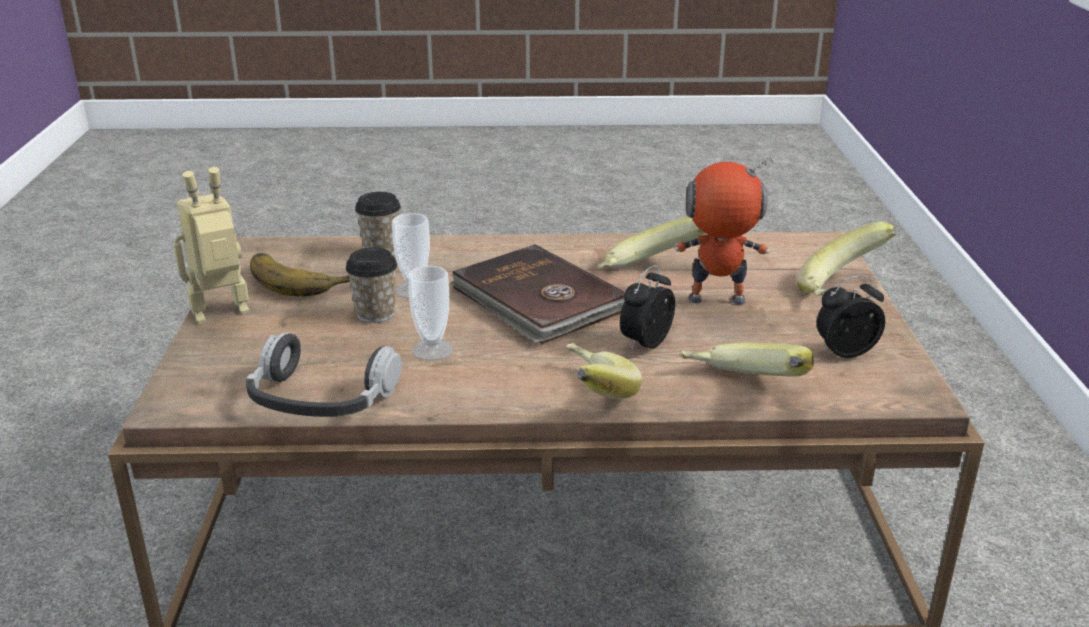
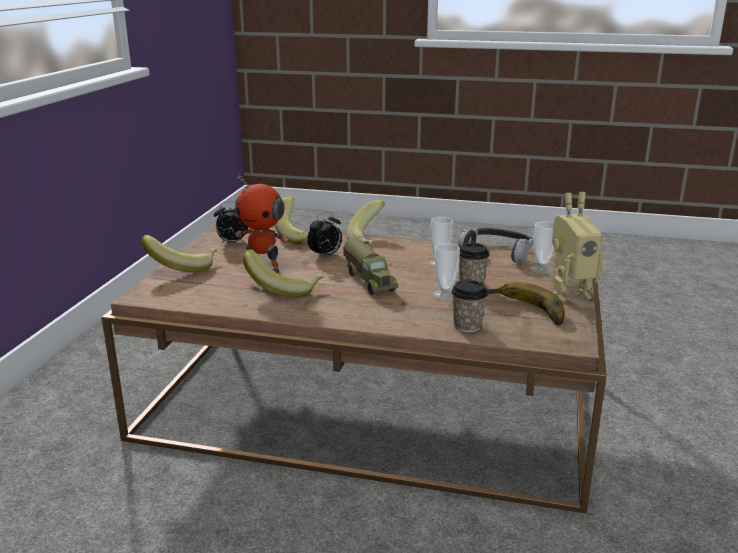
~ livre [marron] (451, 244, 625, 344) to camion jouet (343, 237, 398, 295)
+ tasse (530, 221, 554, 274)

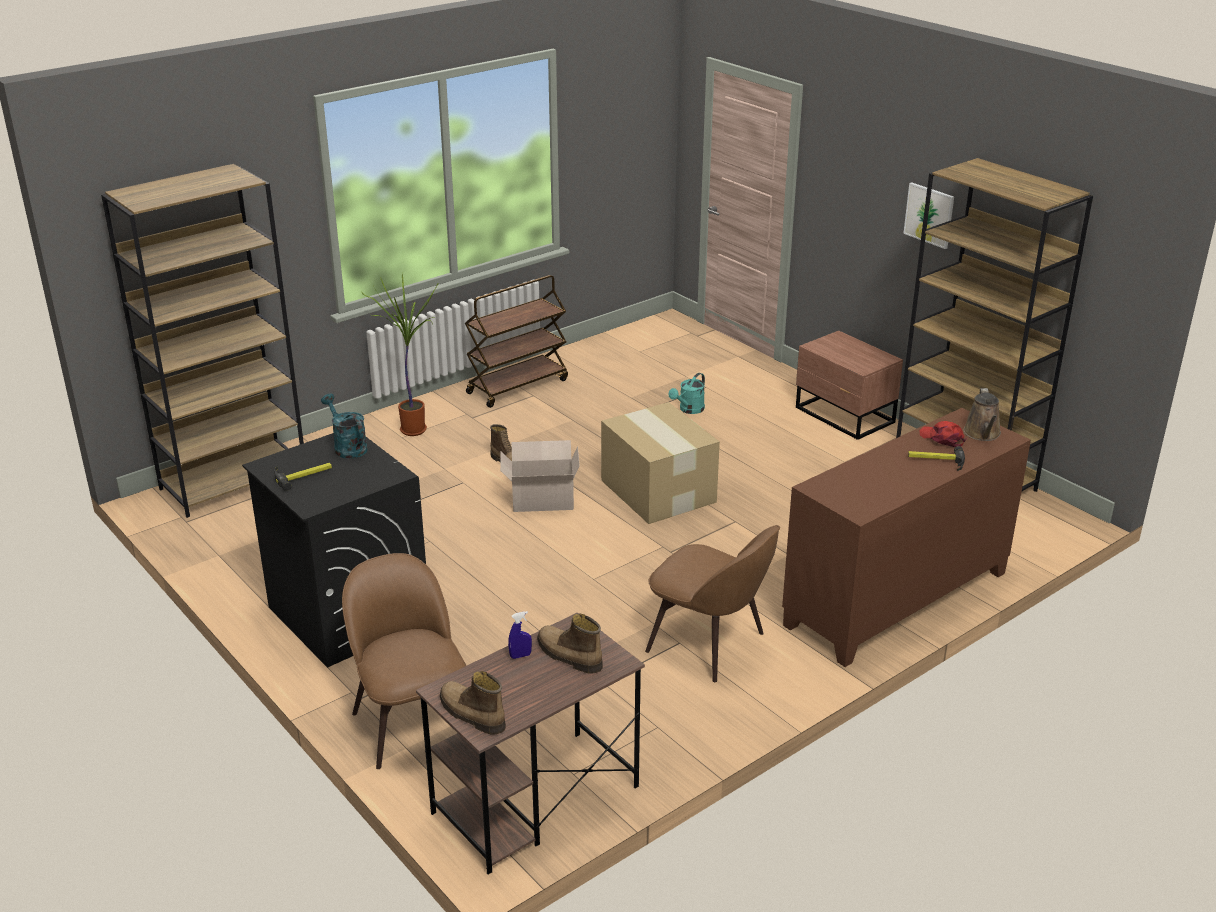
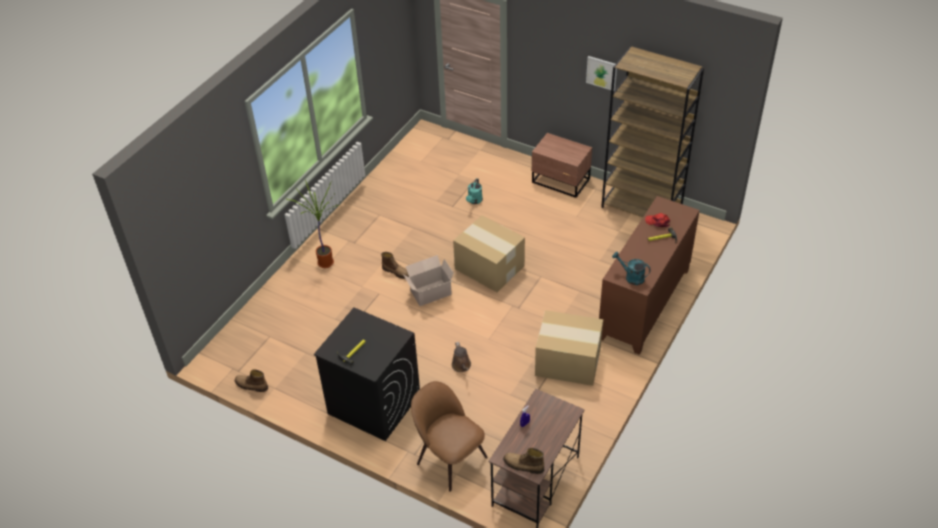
- bibliothèque [marron] (101, 164, 304, 518)
- chariot [marron] (465, 275, 568, 408)
~ arrosoir [marron] (963, 388, 1001, 441) to (451, 342, 471, 372)
~ arrosoir [turquoise] (321, 394, 368, 459) to (612, 252, 651, 285)
~ chaise [marron] (645, 525, 780, 682) to carton (535, 310, 603, 386)
~ botte (537, 614, 603, 674) to (235, 369, 268, 392)

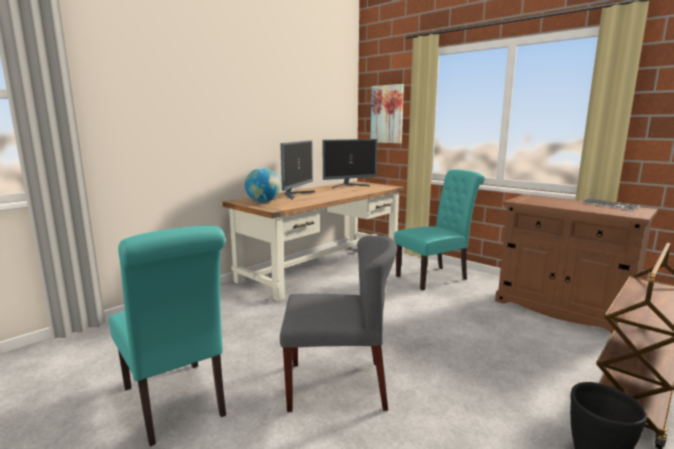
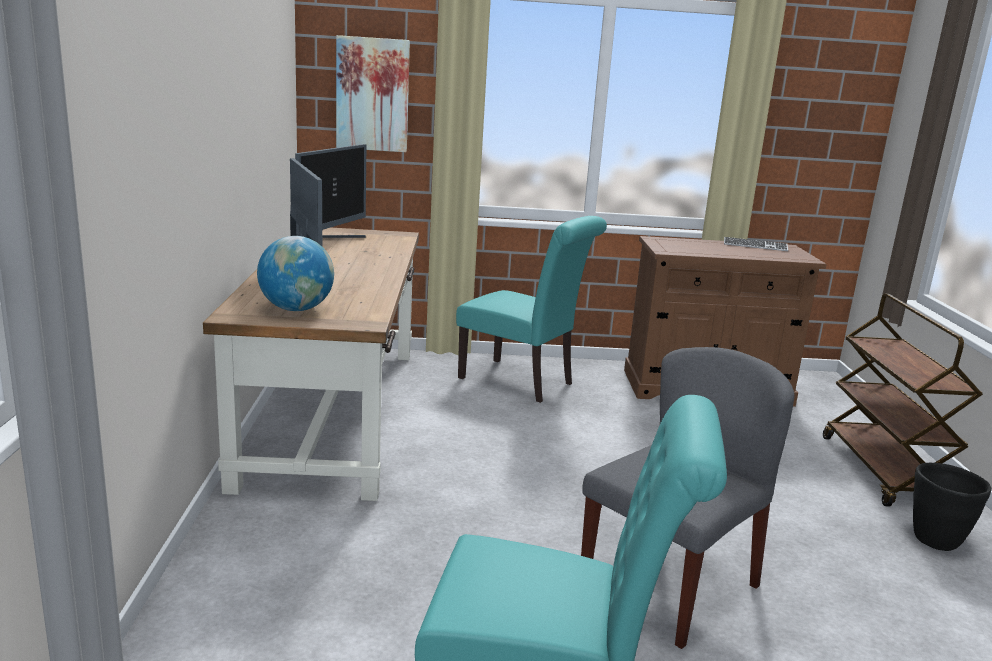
~ chaise [turquoise] (394, 169, 485, 291) = (456, 216, 607, 403) 105 degrees clockwise

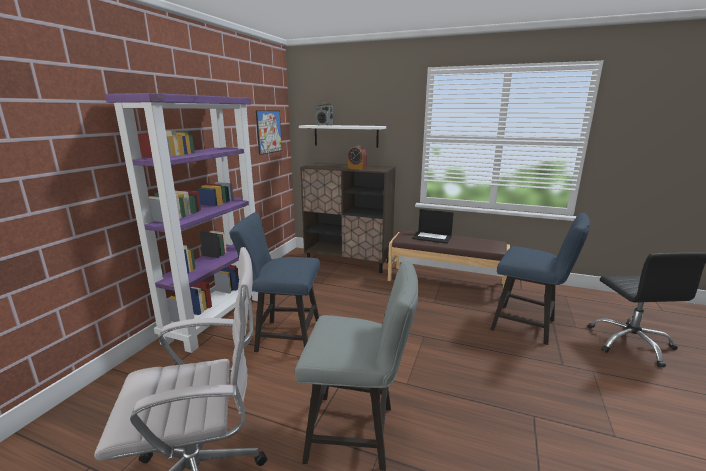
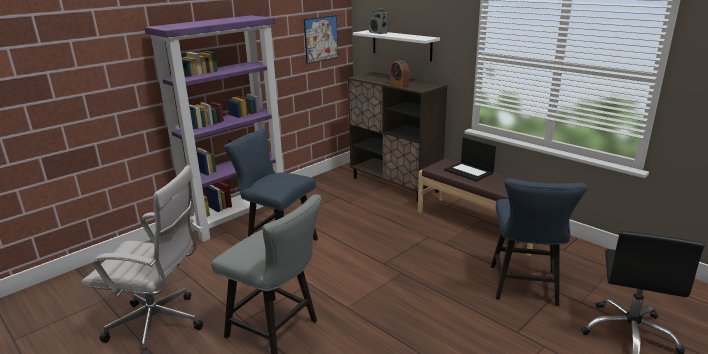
~ chaise [bleu] (490, 213, 590, 345) = (491, 178, 587, 306) 45 degrees clockwise

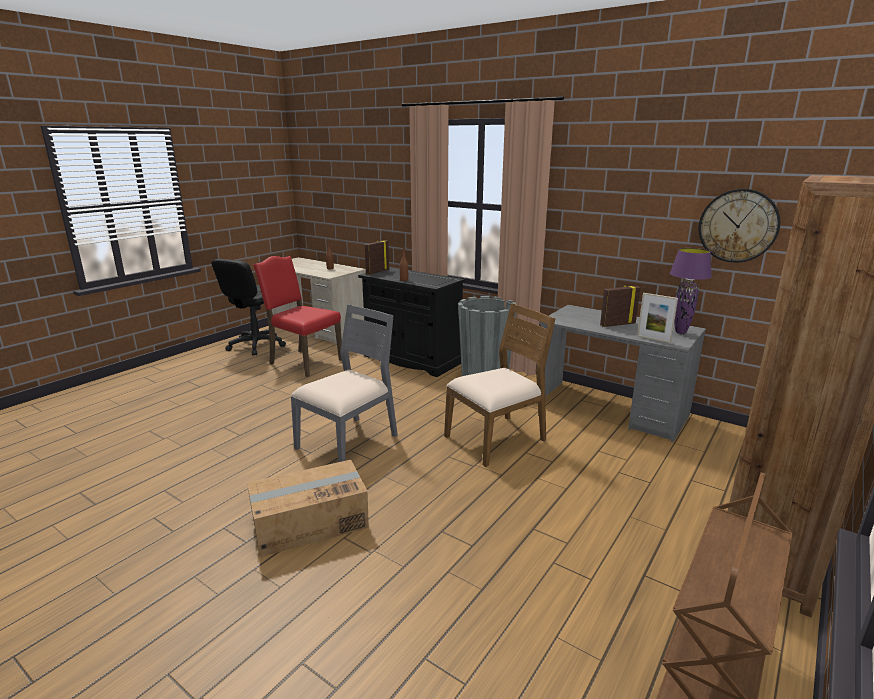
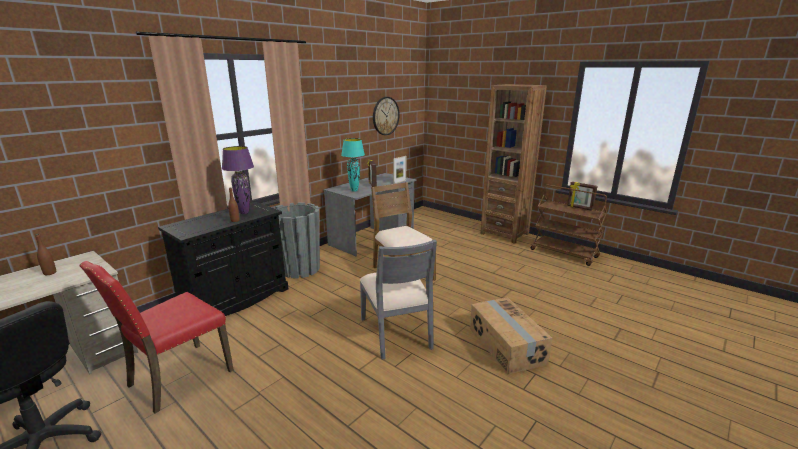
~ cadre photo (365, 240, 389, 275) to (567, 182, 597, 211)
~ lampe de table [violet] (670, 248, 712, 334) to (222, 146, 254, 214)
~ chaise [gris] (291, 304, 398, 462) = (360, 240, 437, 360) 150 degrees counterclockwise
+ lampe de table [turquoise] (341, 138, 365, 192)

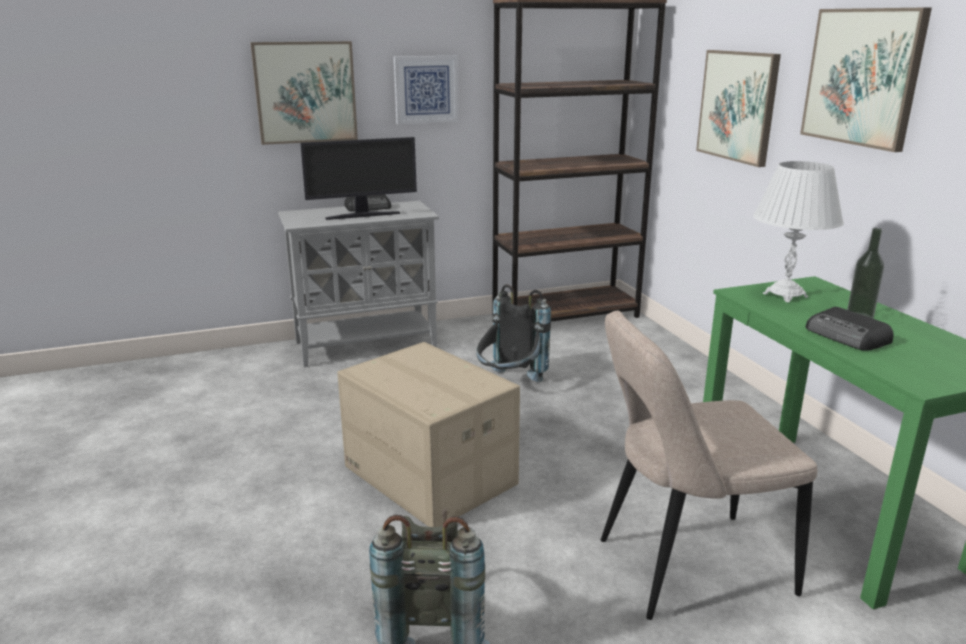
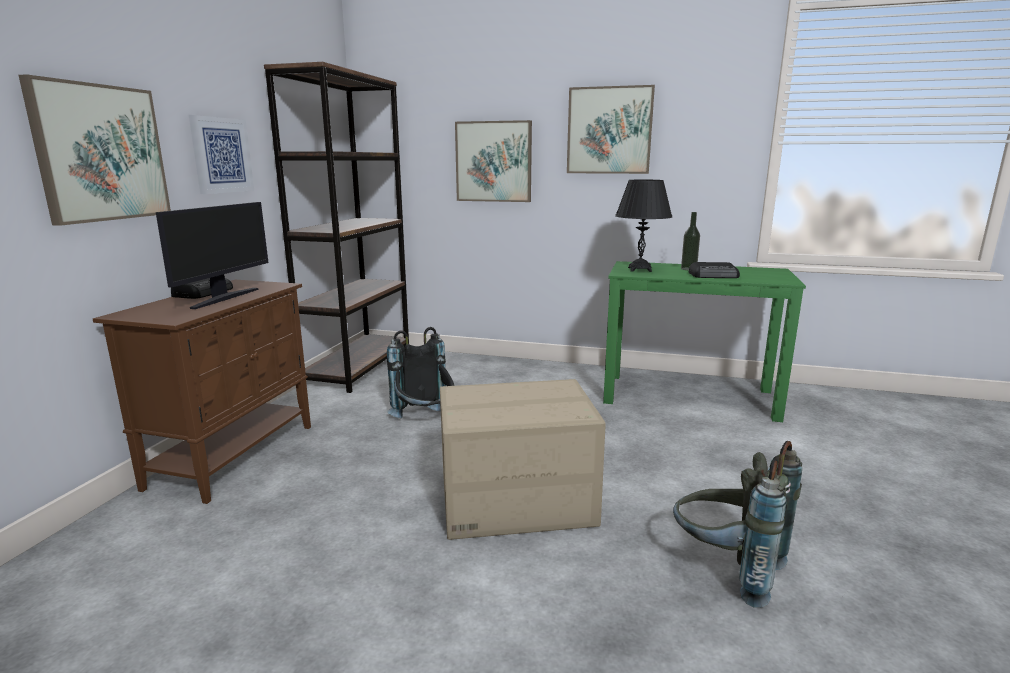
~ lampe de table [blanc] (753, 161, 844, 303) to lampe de table [noir] (615, 180, 672, 272)
~ meuble de rangement [gris] (278, 201, 439, 367) to meuble de rangement [marron] (93, 280, 311, 504)
- chaise [beige] (601, 311, 817, 620)

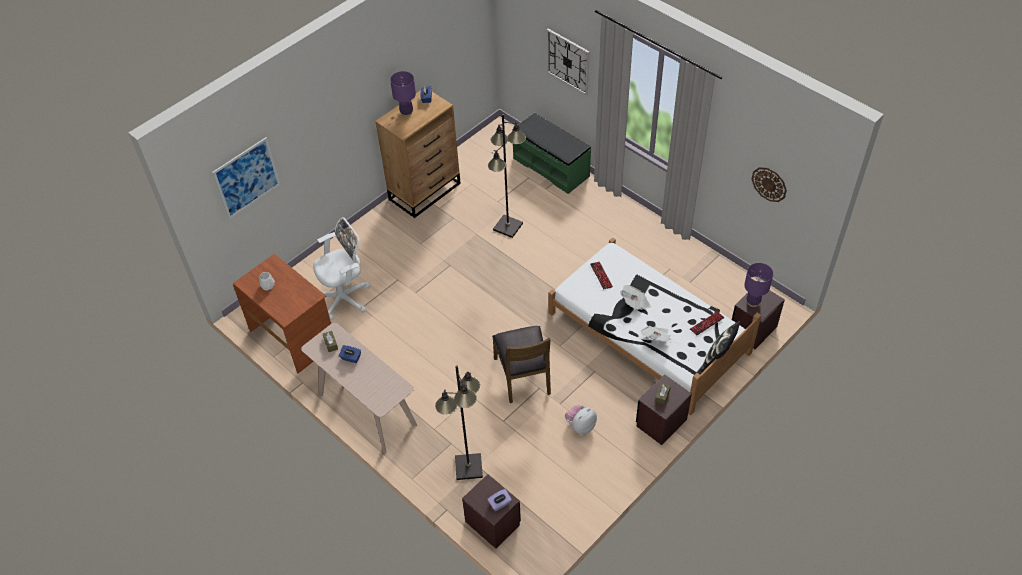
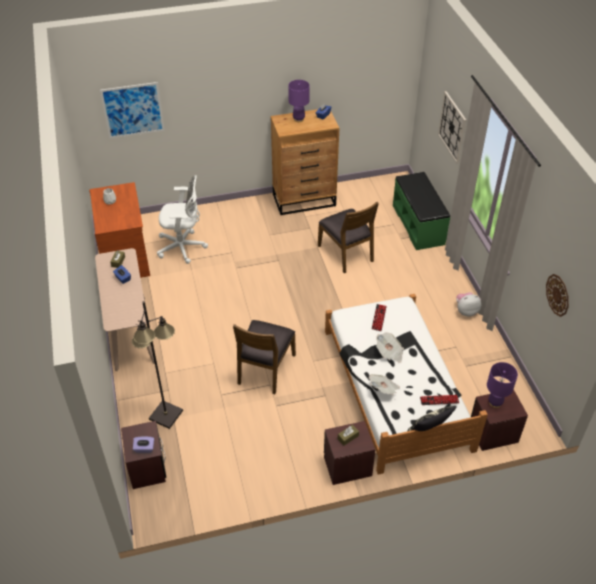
~ lampadaire [noir] (488, 114, 526, 238) to chaise [marron] (318, 202, 379, 273)
~ peluche (565, 405, 597, 434) to (456, 292, 481, 317)

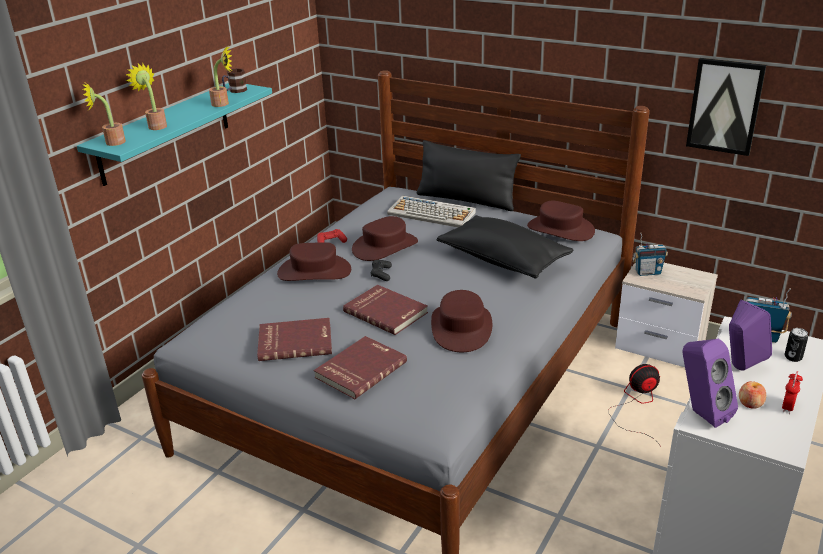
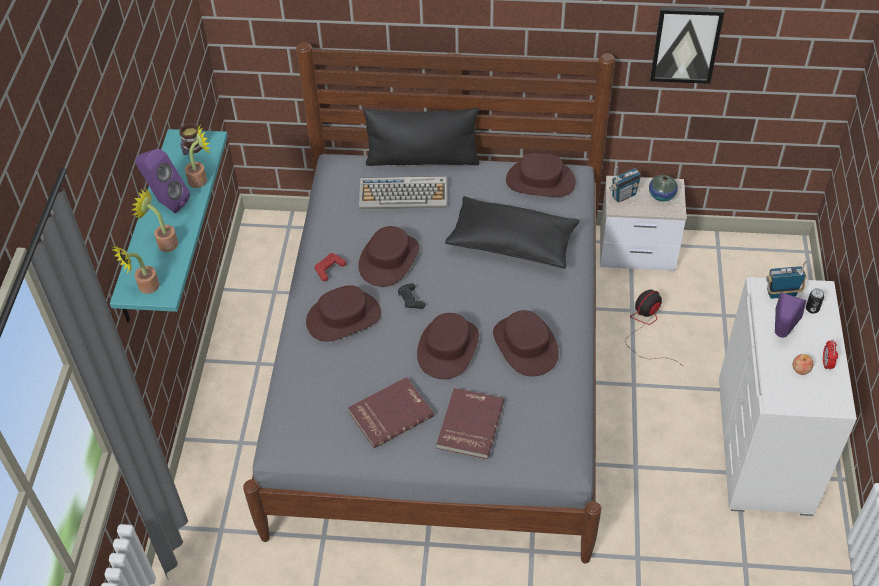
~ livre [rouge] (343, 285, 428, 335) to chapeau [marron] (417, 313, 479, 379)
~ enceinte [violet] (683, 339, 738, 428) to (135, 149, 190, 213)
+ vase (649, 175, 678, 201)

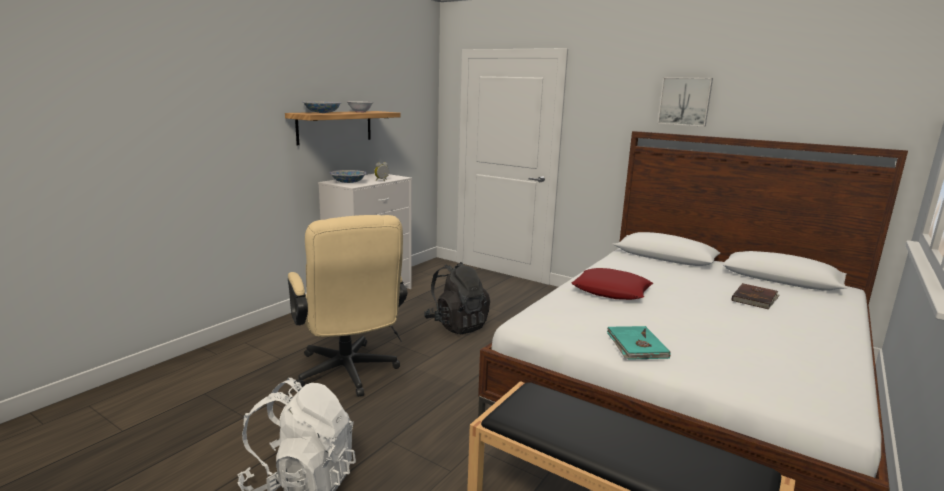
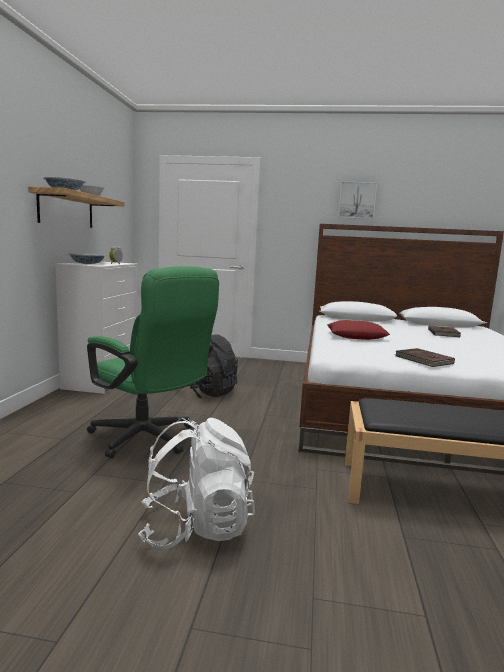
~ chaise de bureau [beige] (288, 215, 407, 397) to chaise de bureau [vert] (87, 266, 219, 458)
~ livre [turquoise] (607, 326, 671, 360) to livre [marron] (395, 348, 455, 367)

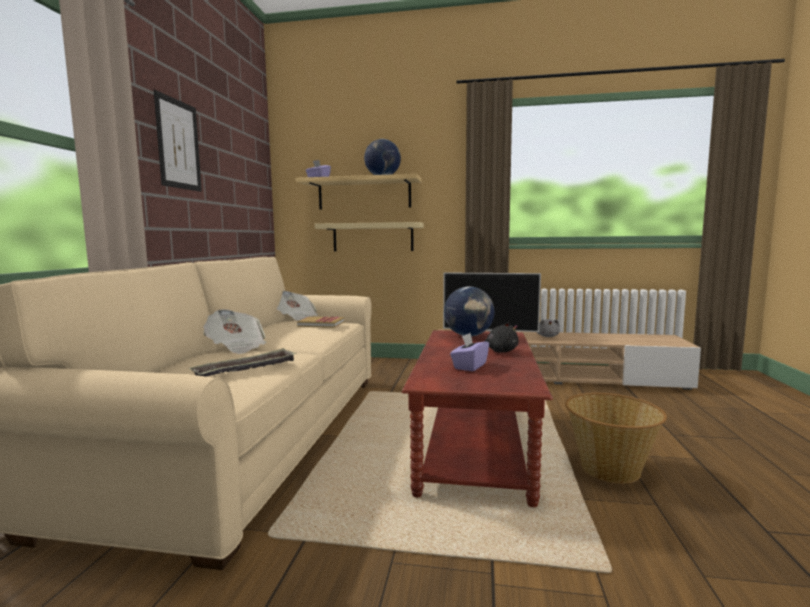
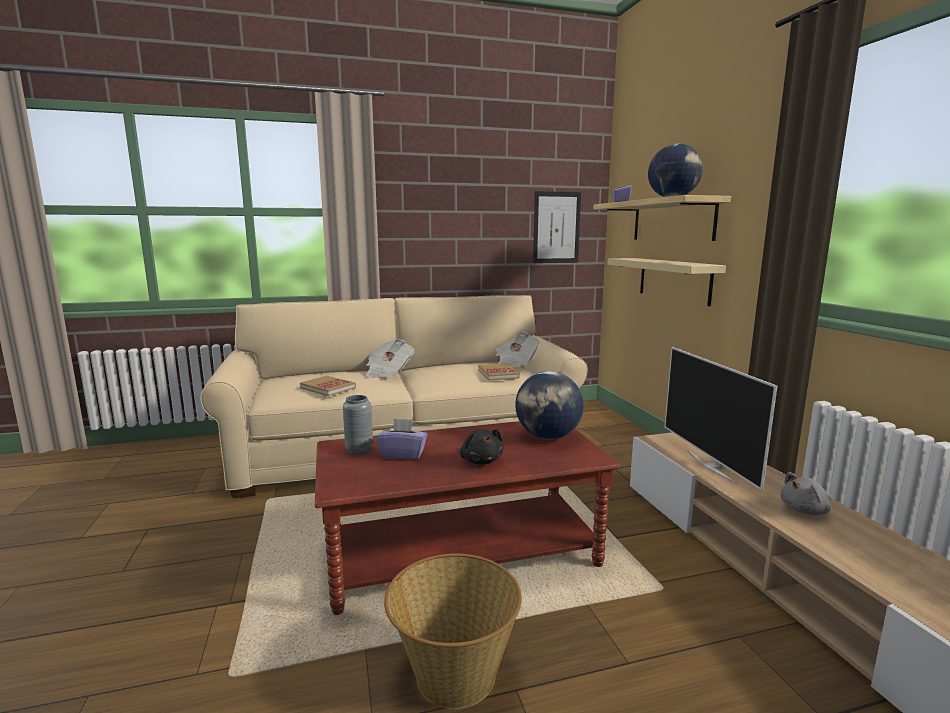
~ tableau (154, 90, 202, 192) to (533, 191, 581, 263)
~ plateau (189, 348, 296, 377) to livre (300, 376, 356, 396)
+ vase [gris] (343, 395, 373, 454)

